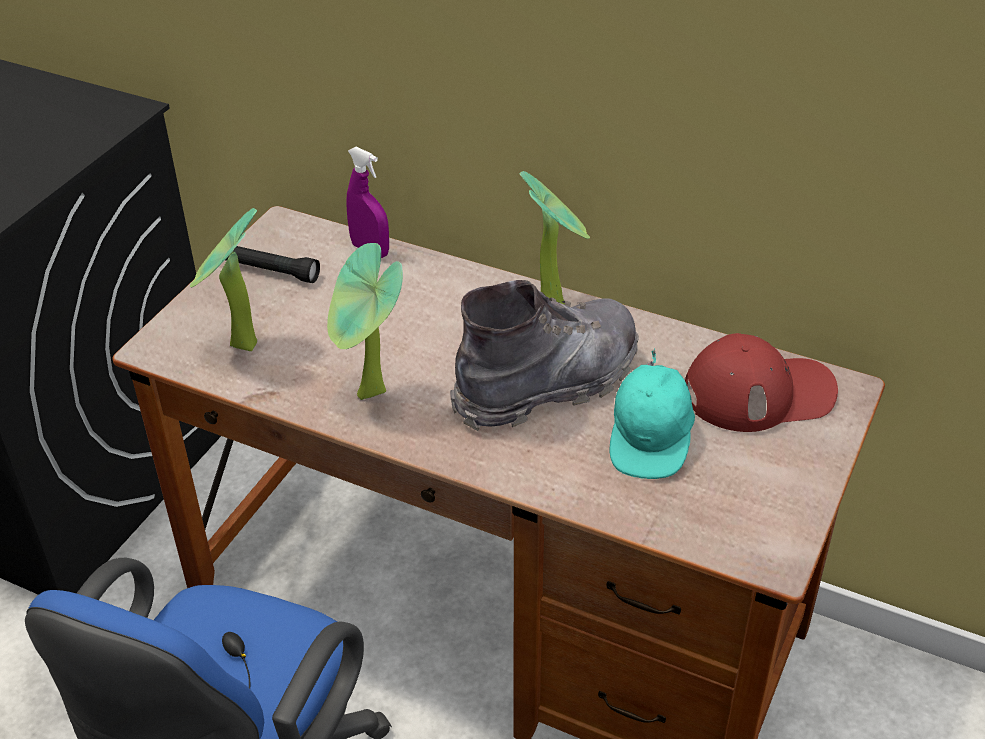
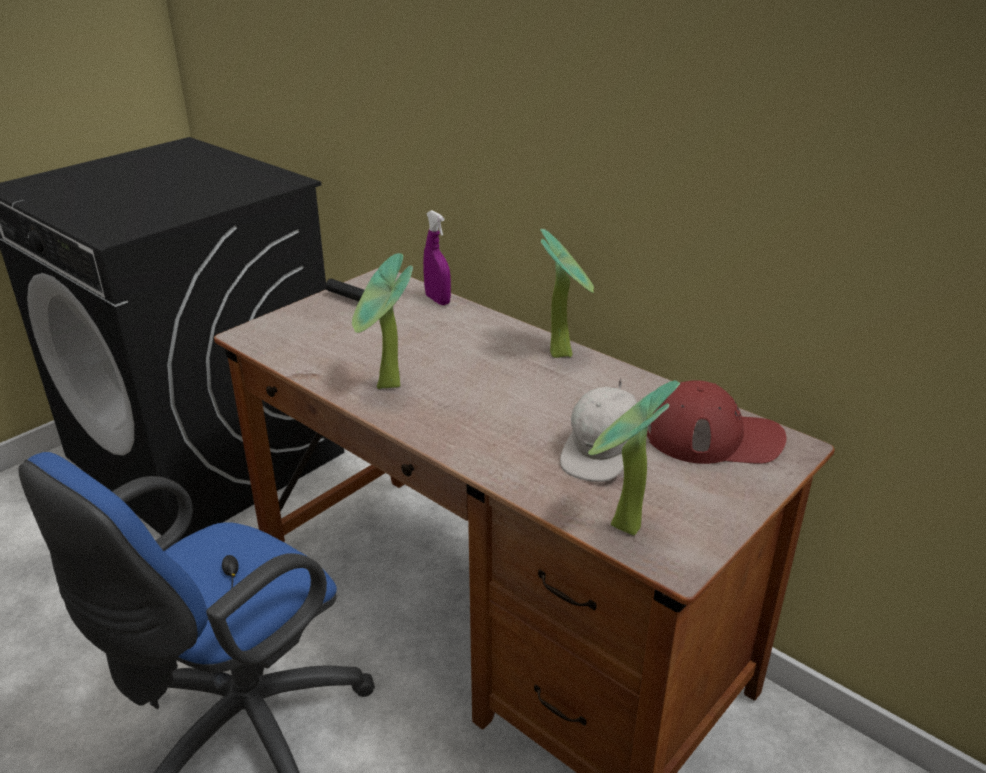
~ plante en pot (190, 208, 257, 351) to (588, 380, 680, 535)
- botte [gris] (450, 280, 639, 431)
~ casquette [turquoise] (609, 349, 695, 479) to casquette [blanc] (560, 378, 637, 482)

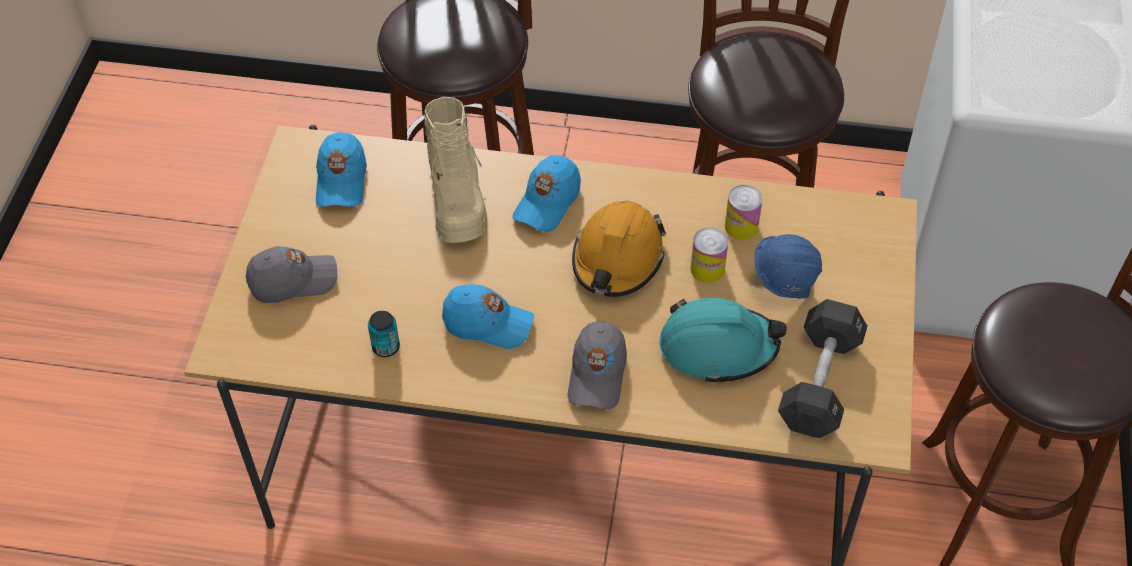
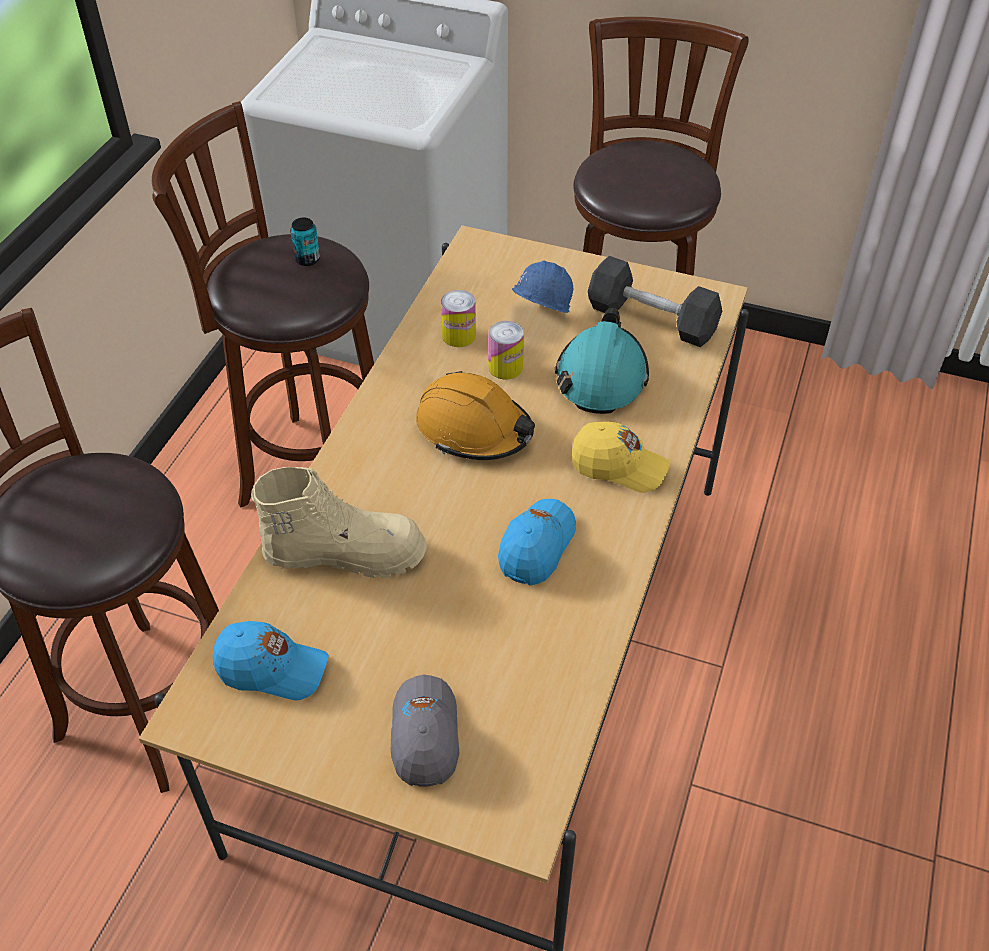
- casquette [bleu] (512, 155, 581, 232)
~ boîte métallique (368, 311, 400, 357) to (290, 218, 320, 266)
~ casquette [gris] (568, 322, 627, 409) to casquette [jaune] (572, 421, 670, 493)

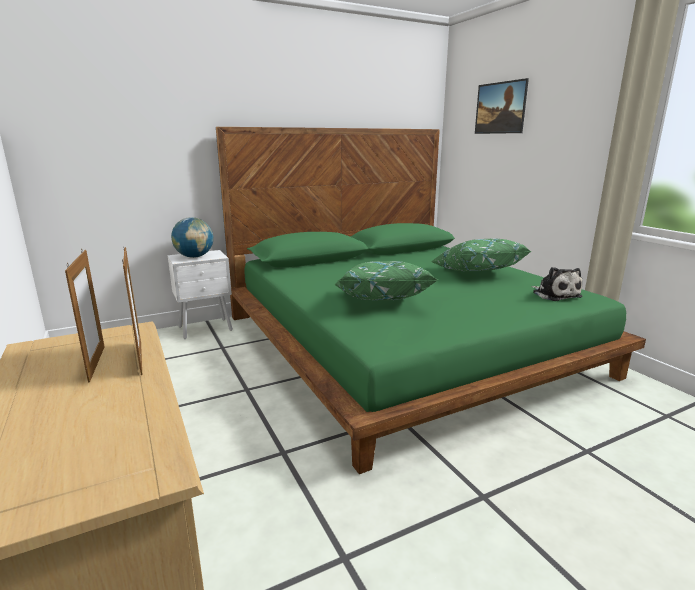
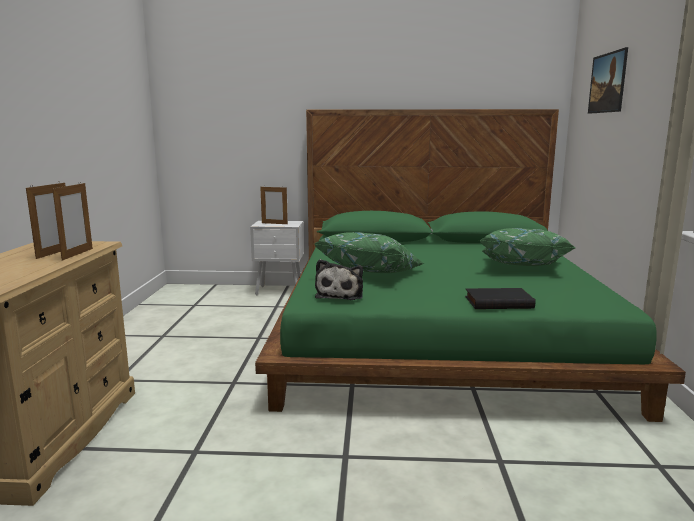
~ globe (171, 217, 213, 258) to cadre photo (260, 187, 288, 224)
~ peluche (532, 267, 582, 301) to (315, 259, 363, 300)
+ livre [noir] (465, 288, 535, 309)

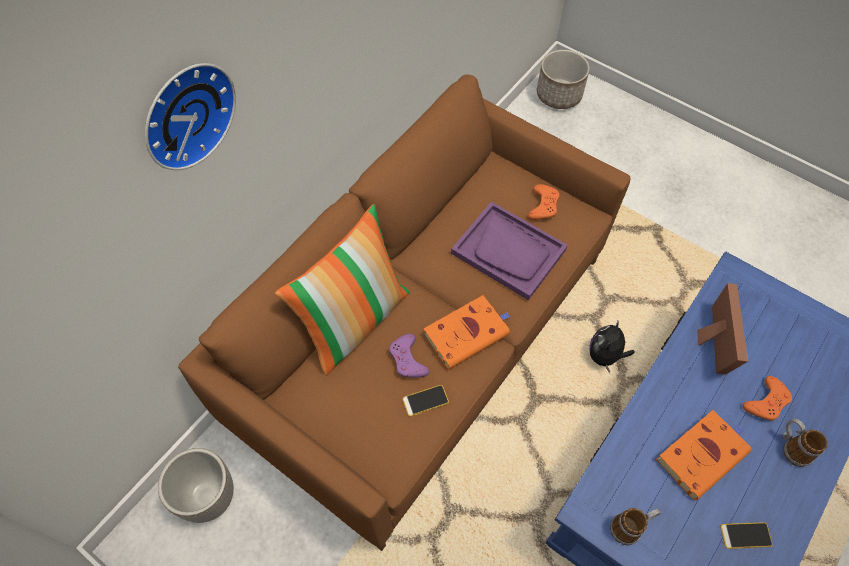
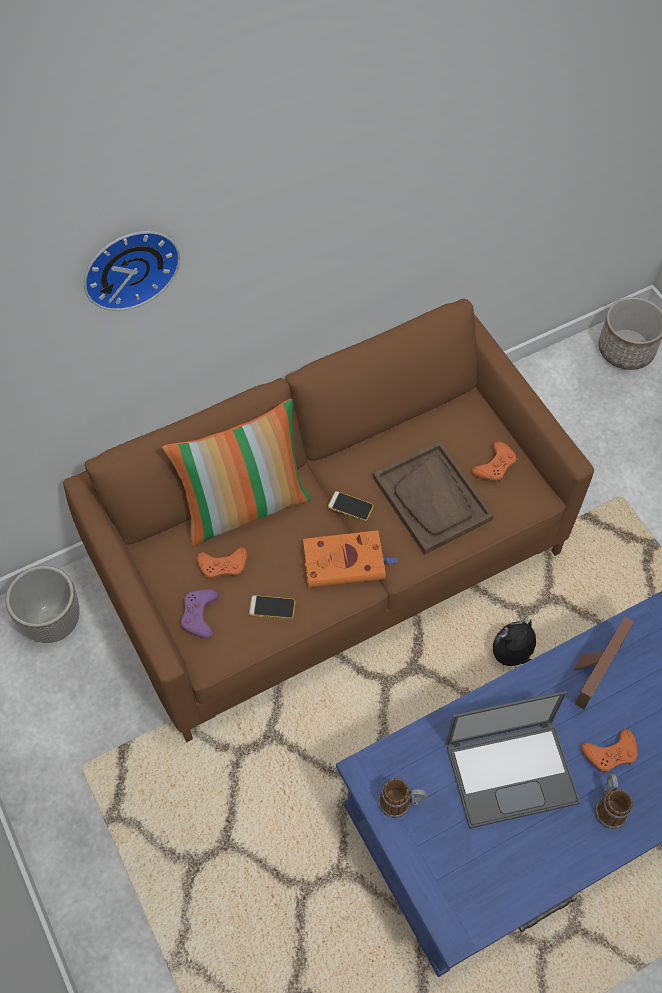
~ plateau [violet] (451, 202, 568, 300) to plateau [marron] (373, 441, 494, 555)
~ manette [violet] (389, 334, 429, 378) to (181, 589, 218, 639)
~ livre [orange] (656, 410, 752, 500) to ordinateur portable (446, 691, 580, 829)
~ téléphone (720, 522, 773, 549) to (328, 491, 374, 521)
+ manette [orange] (197, 548, 247, 581)

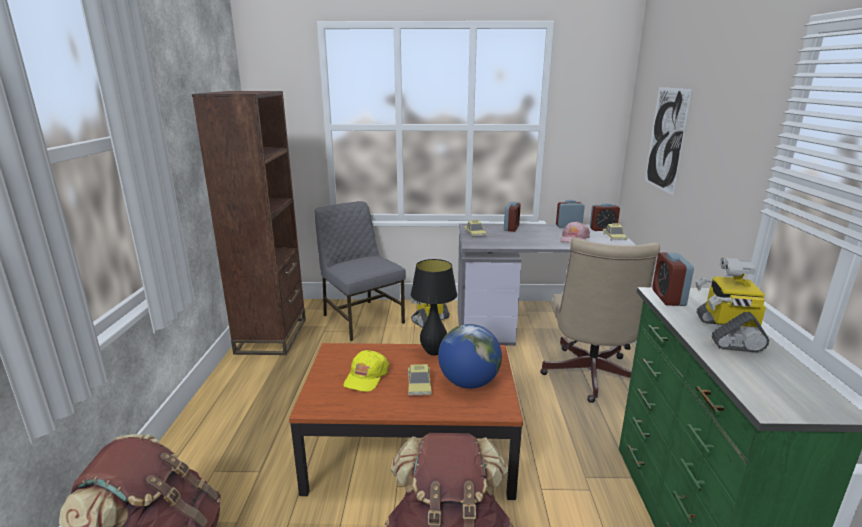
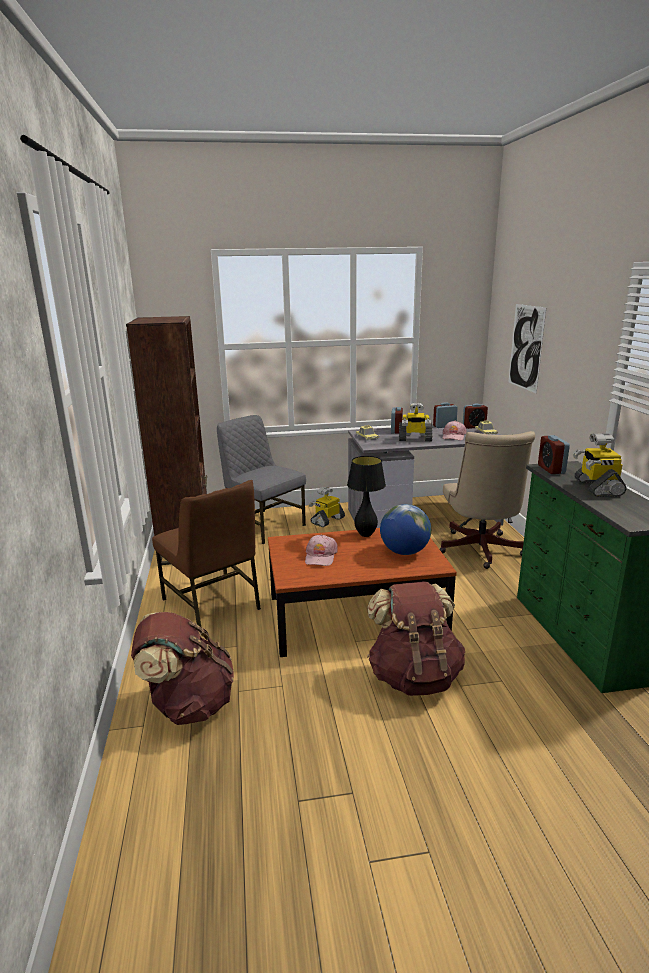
~ casquette [jaune] (344, 350, 389, 392) to casquette [rose] (305, 534, 338, 566)
- petite voiture (408, 364, 432, 396)
+ robot jouet (399, 402, 432, 441)
+ chaise [marron] (152, 480, 261, 627)

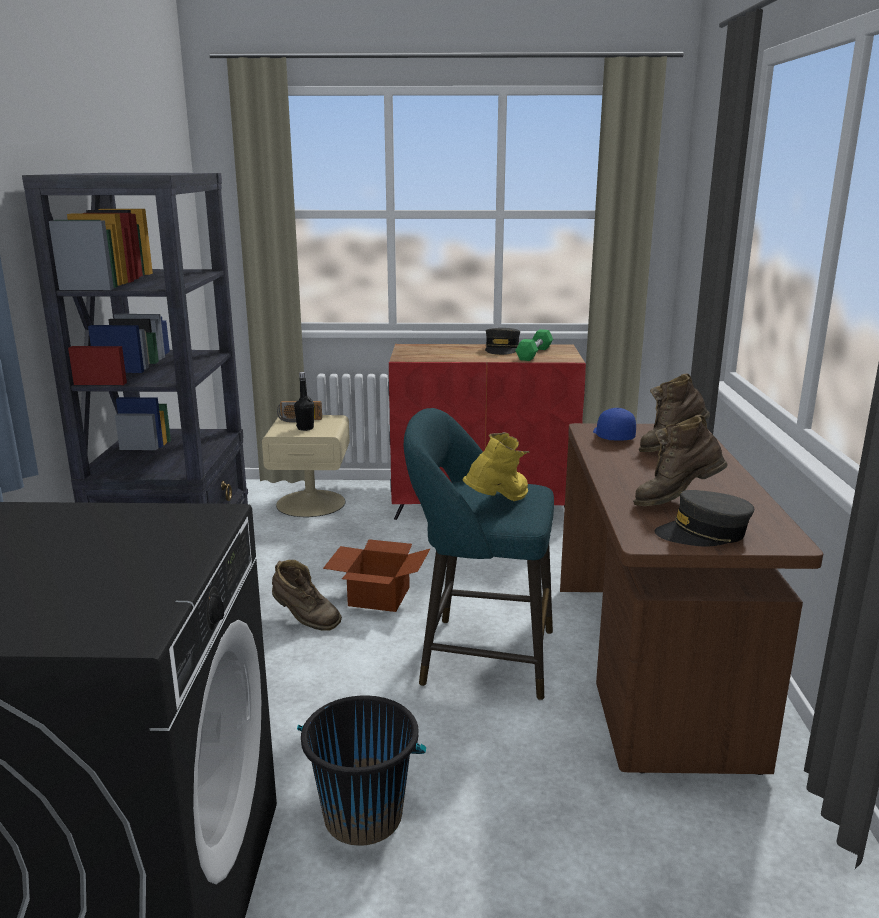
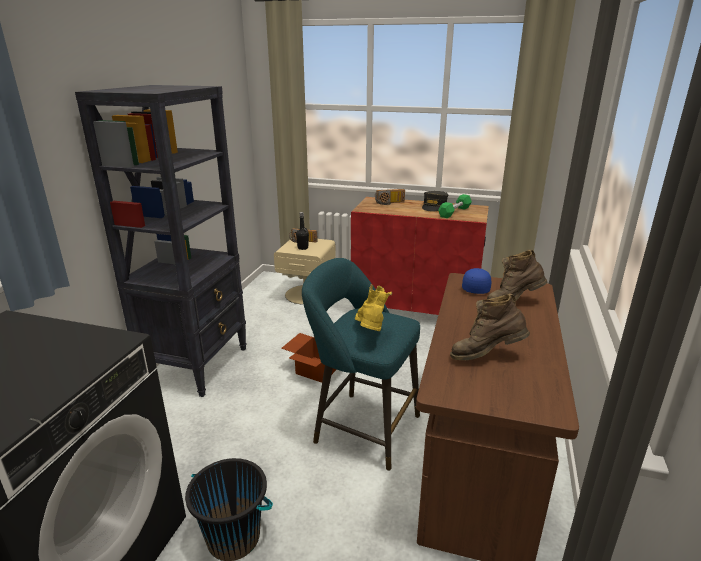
~ botte [jaune] (463, 432, 530, 501) = (355, 284, 392, 331) 60 degrees counterclockwise
- casquette [gris] (654, 490, 754, 547)
- botte [marron] (272, 560, 342, 631)
+ radio (375, 189, 405, 205)

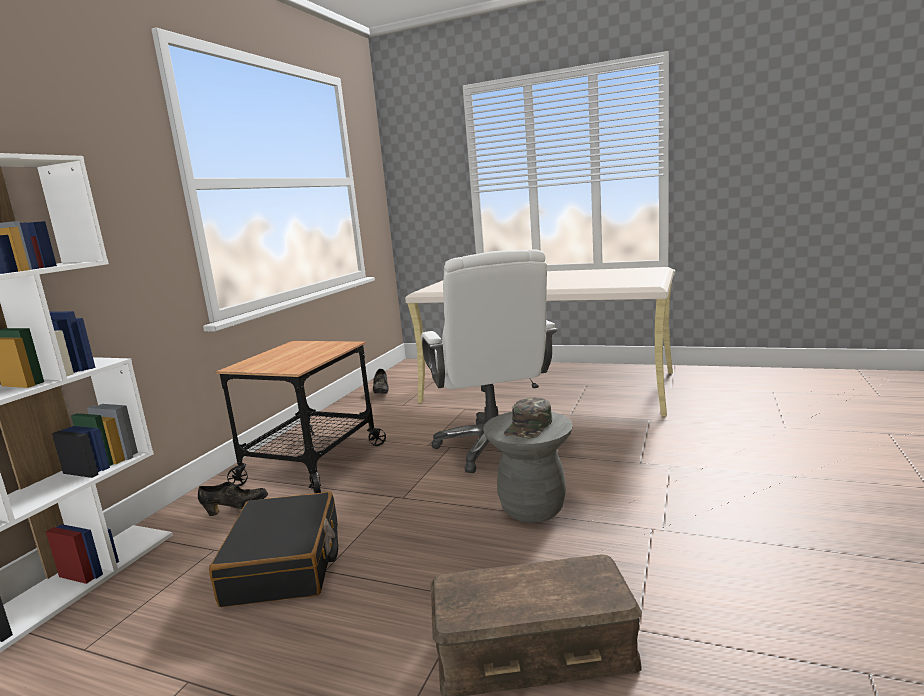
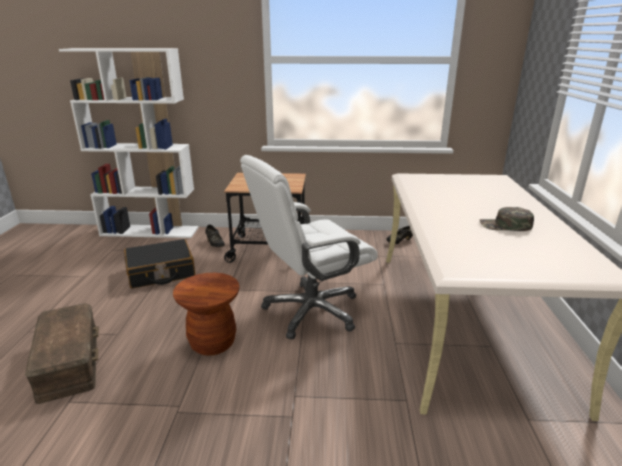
~ casquette [vert] (504, 397, 552, 438) to (479, 207, 534, 231)
~ tabouret [gris] (483, 412, 573, 523) to tabouret [marron] (173, 273, 240, 356)

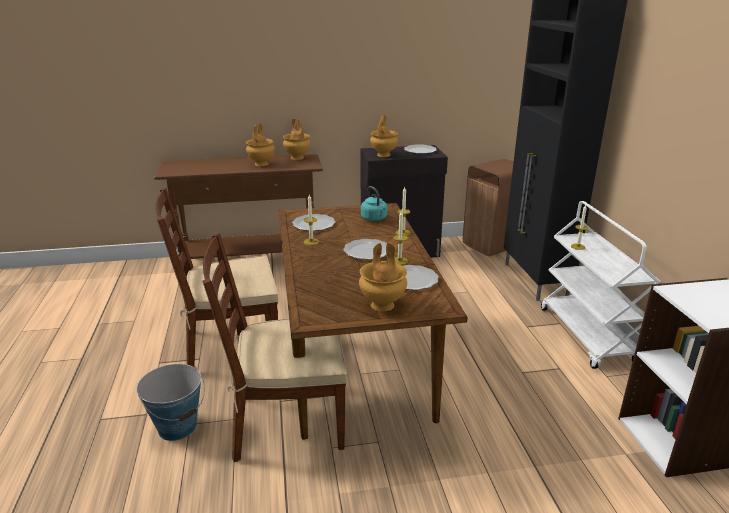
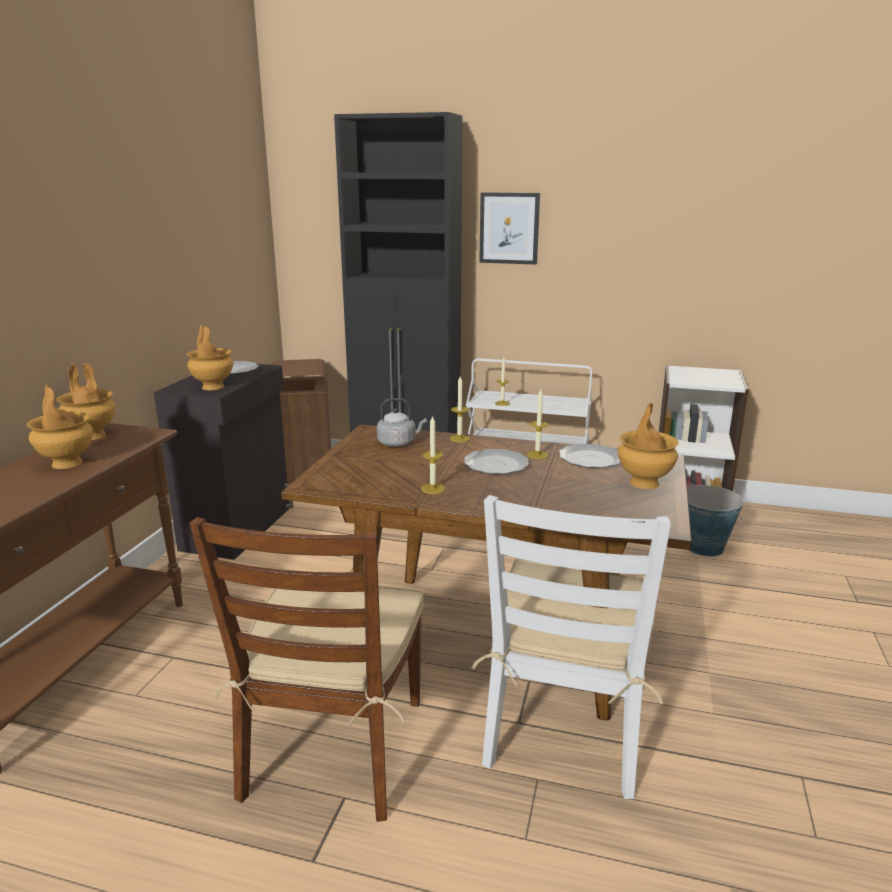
~ bouilloire [turquoise] (361, 186, 388, 221) to bouilloire [gris] (377, 398, 427, 447)
- assiette (292, 214, 336, 231)
~ chaise [marron] (203, 233, 347, 462) to chaise [blanc] (472, 495, 671, 799)
~ seau (136, 364, 205, 441) to (687, 484, 744, 557)
+ tableau (479, 192, 540, 265)

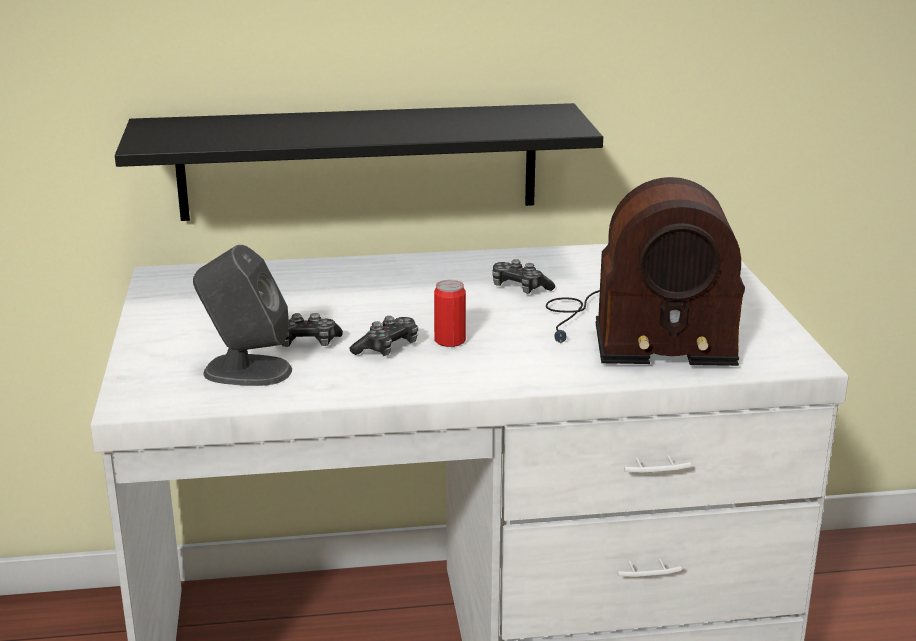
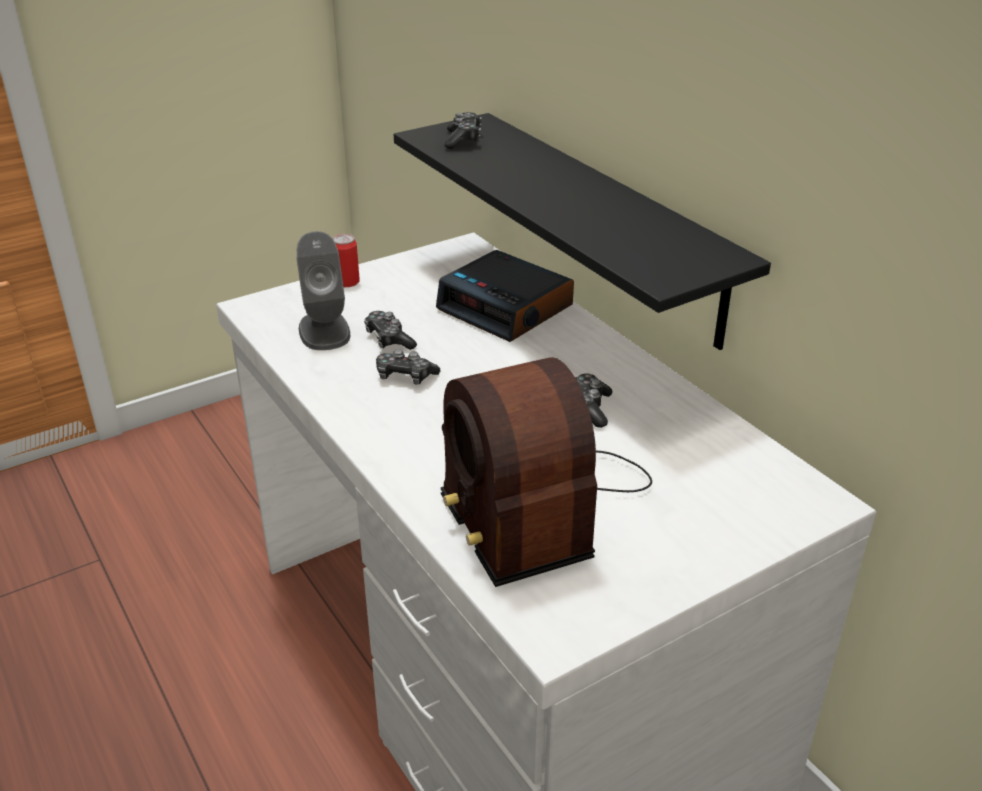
~ boîte métallique (434, 280, 466, 347) to (332, 234, 360, 287)
+ manette (444, 112, 482, 149)
+ réveil (436, 250, 574, 342)

